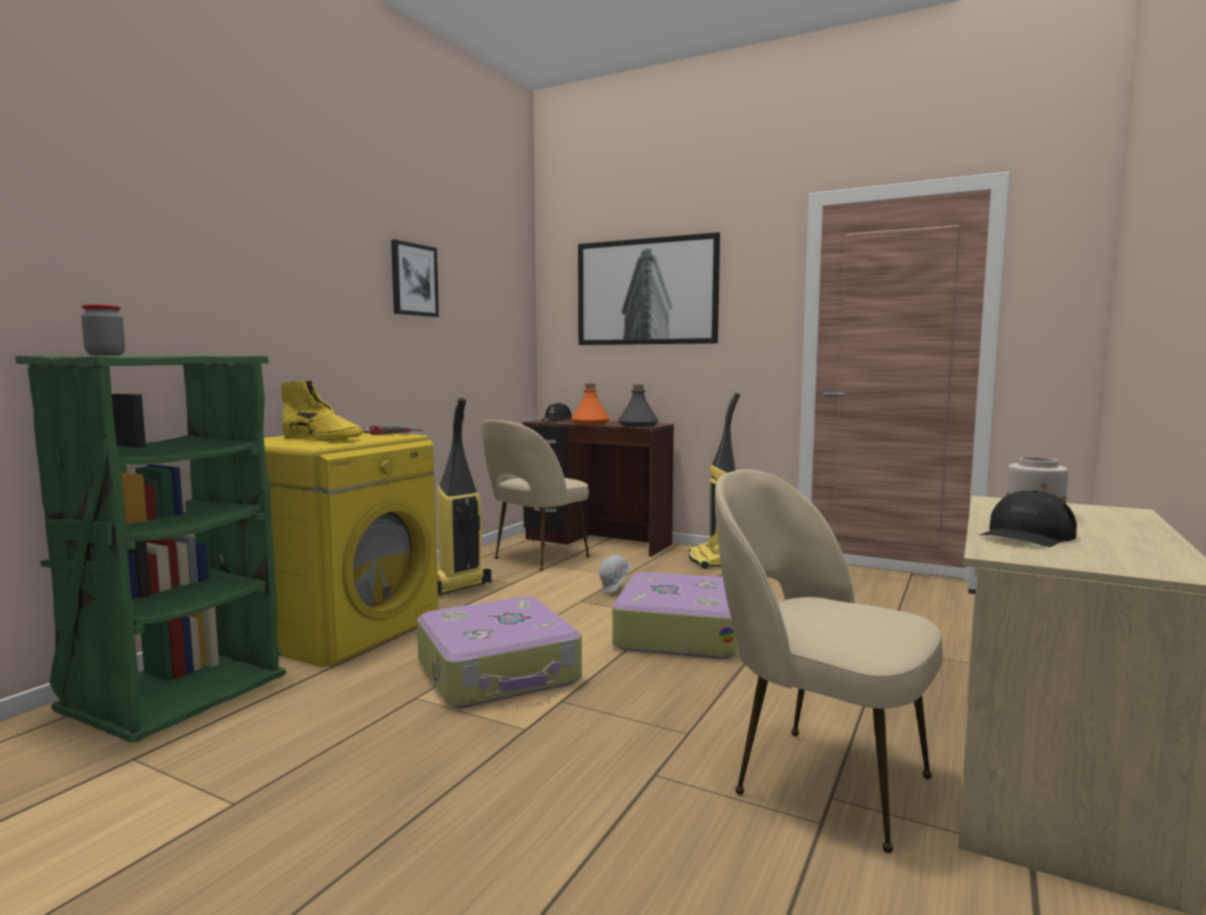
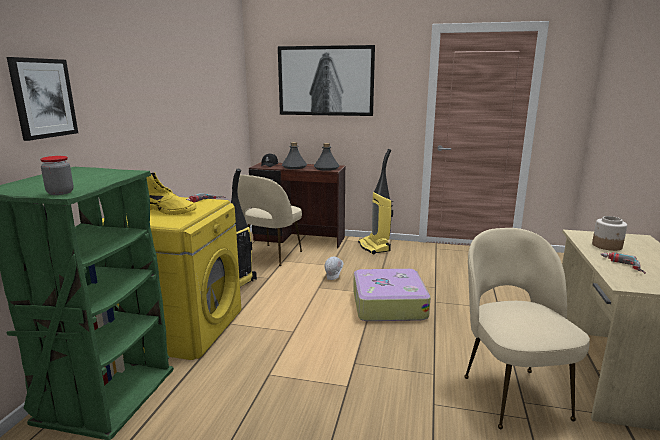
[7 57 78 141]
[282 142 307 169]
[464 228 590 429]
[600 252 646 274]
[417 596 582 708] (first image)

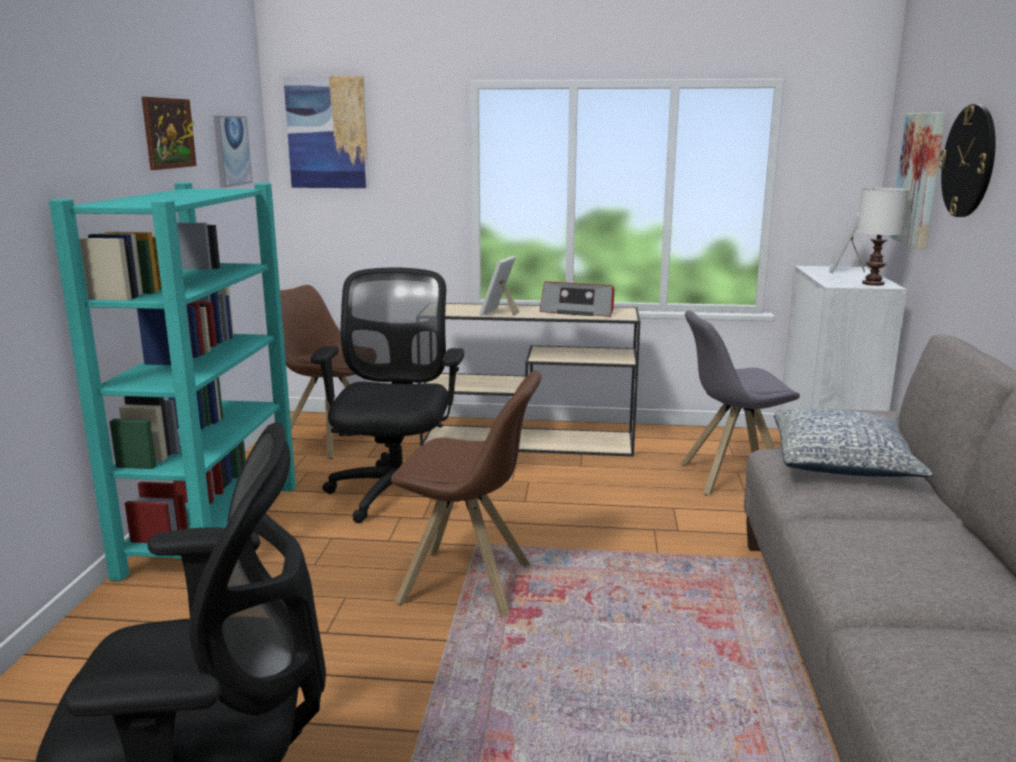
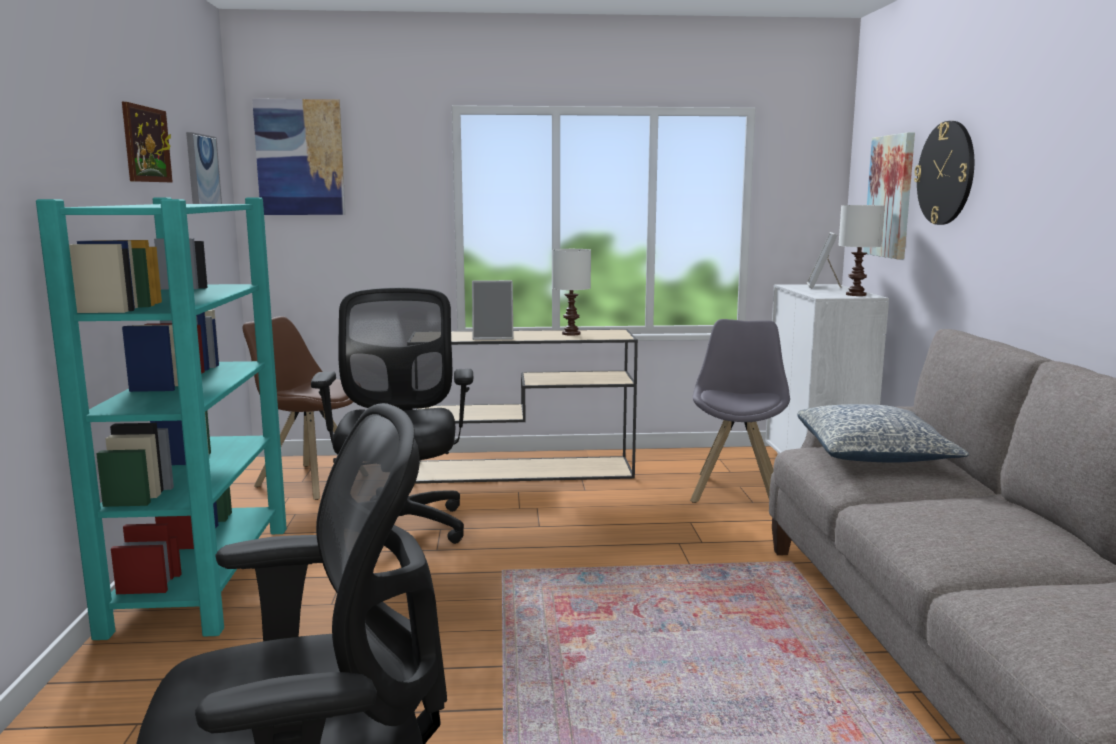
[472 280 514 340]
[552 249 591 336]
[690 319 790 503]
[391 371 542 617] (first image)

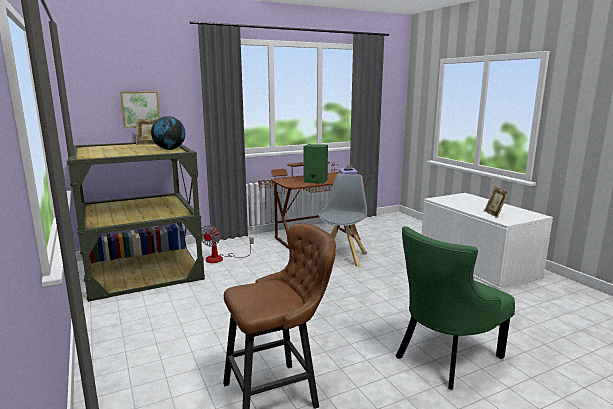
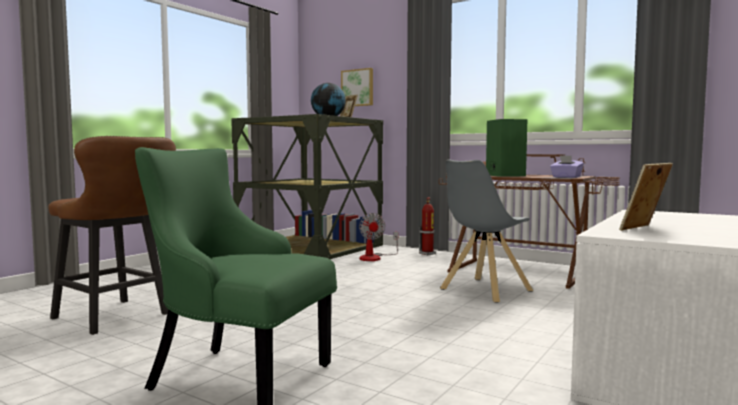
[359 213 398 261]
[419 197 436 255]
[440 159 533 303]

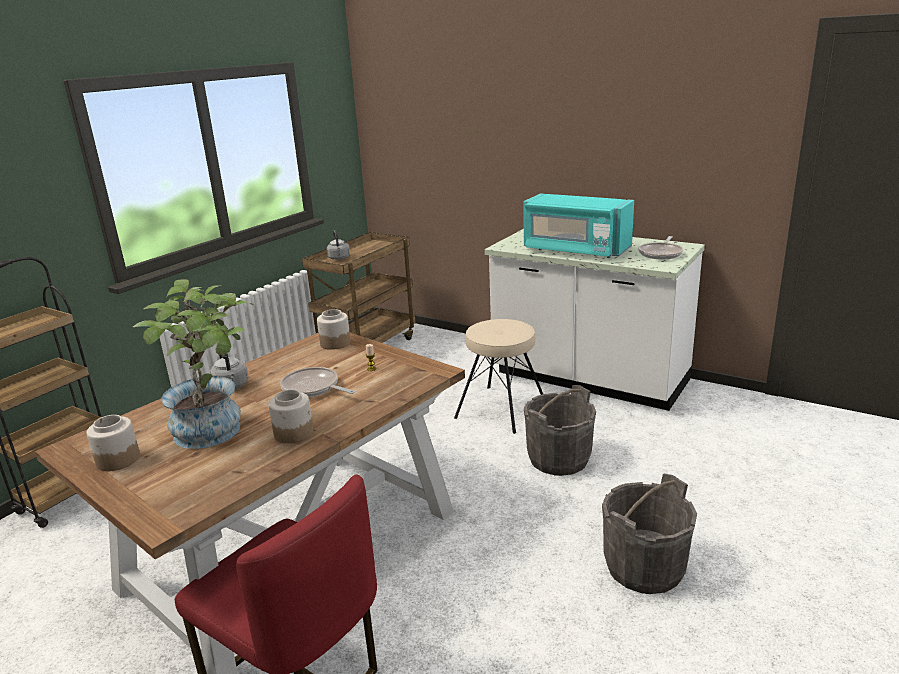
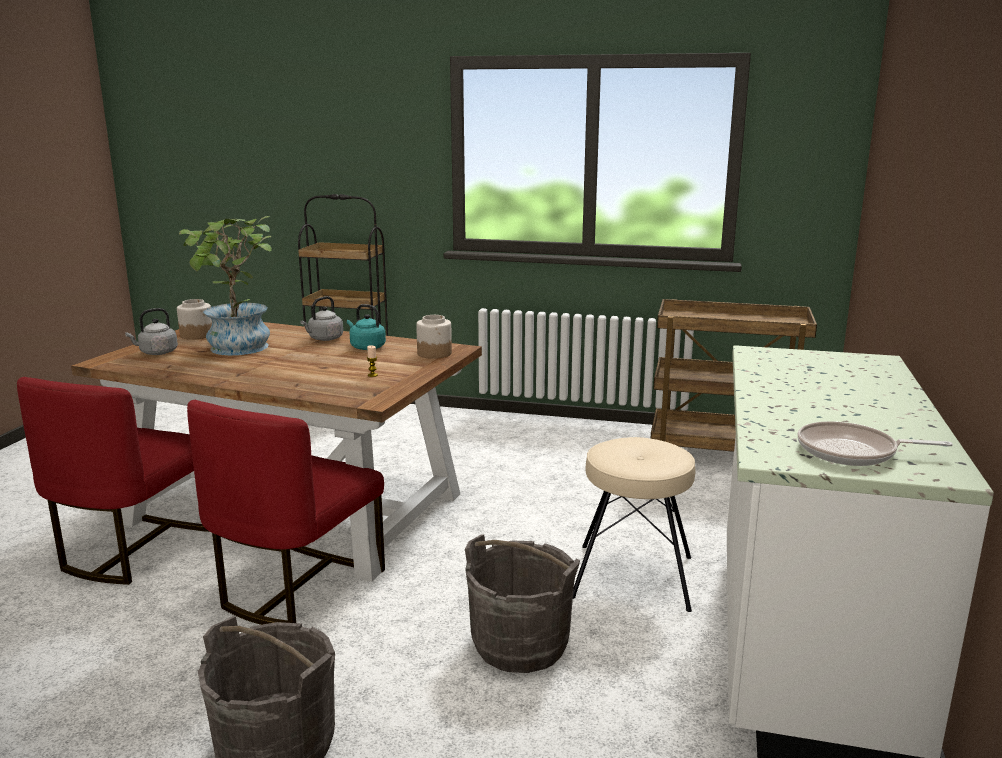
[125 308 178 355]
[187 400 385 625]
[347 304 386 350]
[269 390 313 443] (first image)
[280 367 355 397] (first image)
[523 193 634 258] (first image)

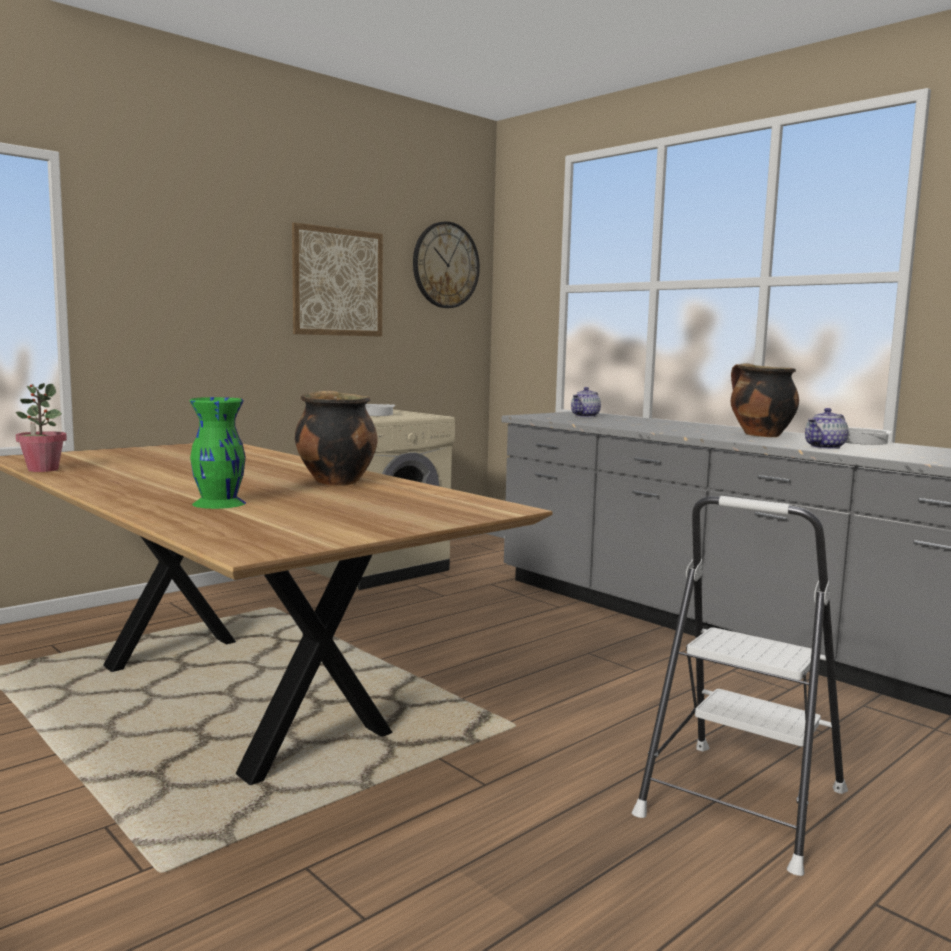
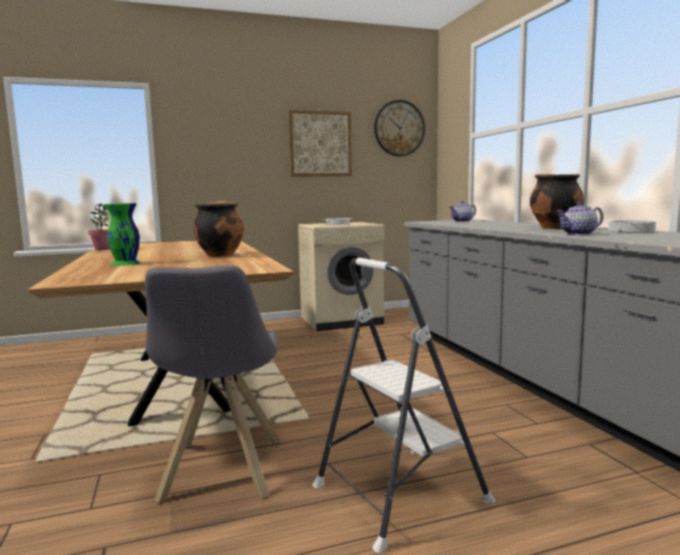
[145 265 281 503]

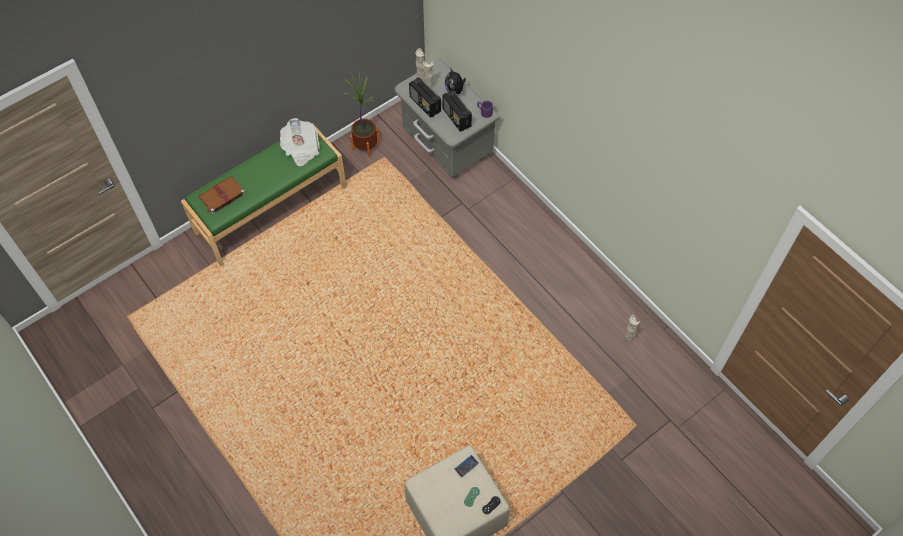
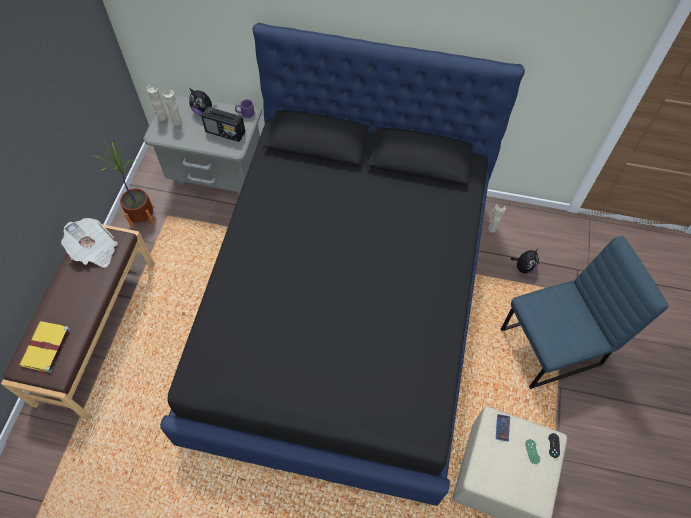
[1 224 155 419]
[19 321 71 376]
[160 23 525 506]
[501 236 668 389]
[510 248 539 274]
[409 77 441 118] (first image)

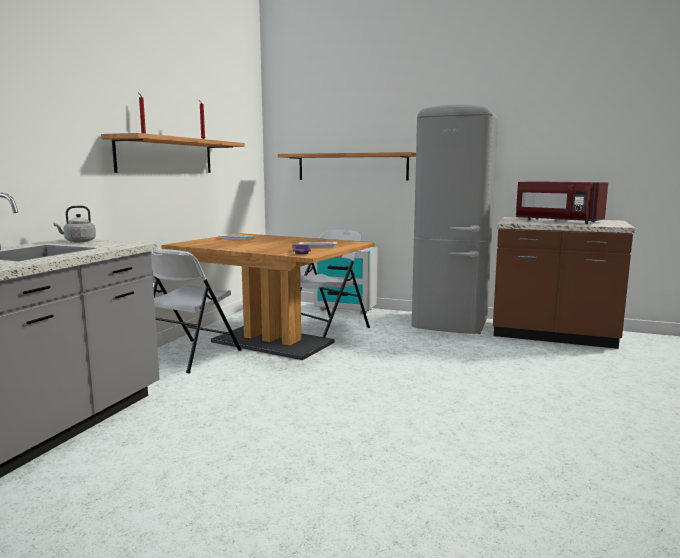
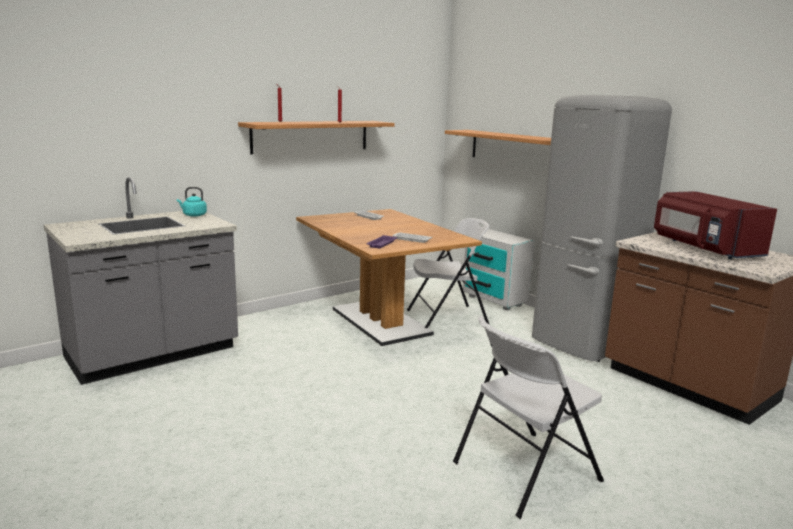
[177 187 207 217]
[453 316 604 519]

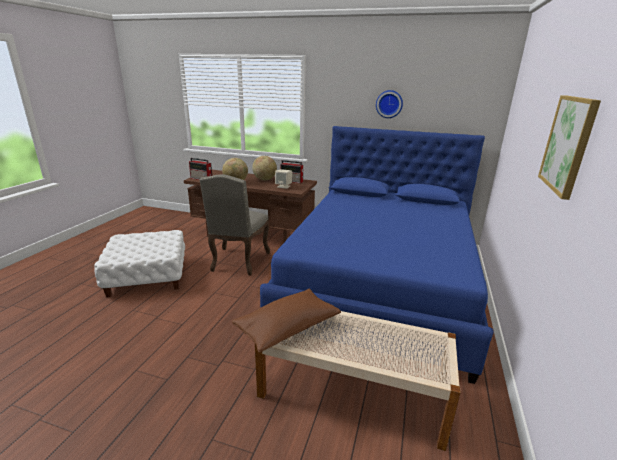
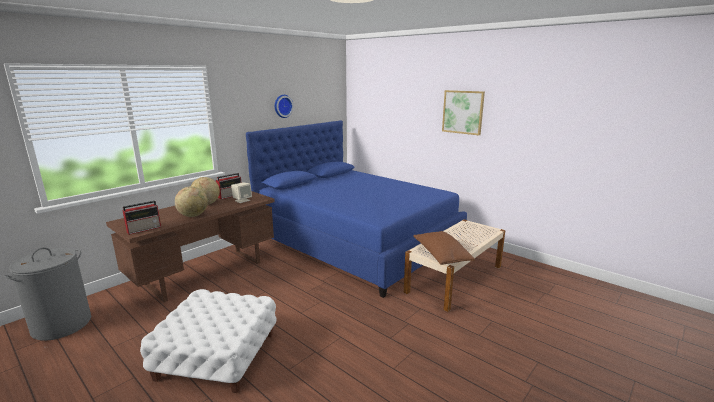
[3 247 91 341]
[200 174 270 276] (first image)

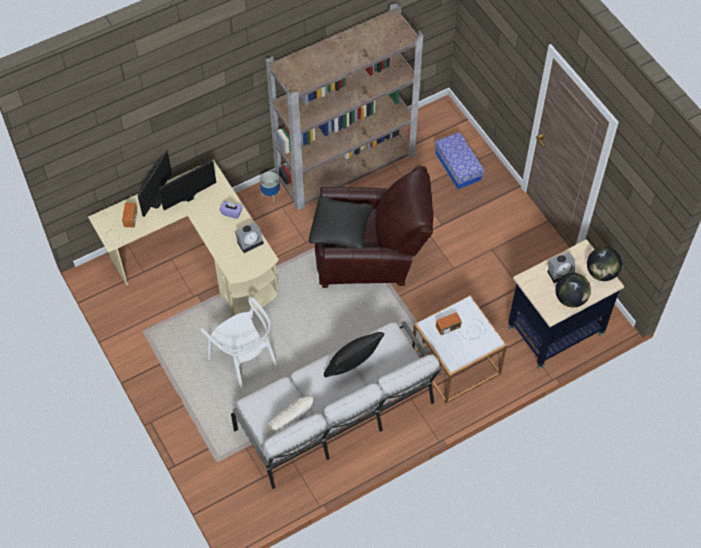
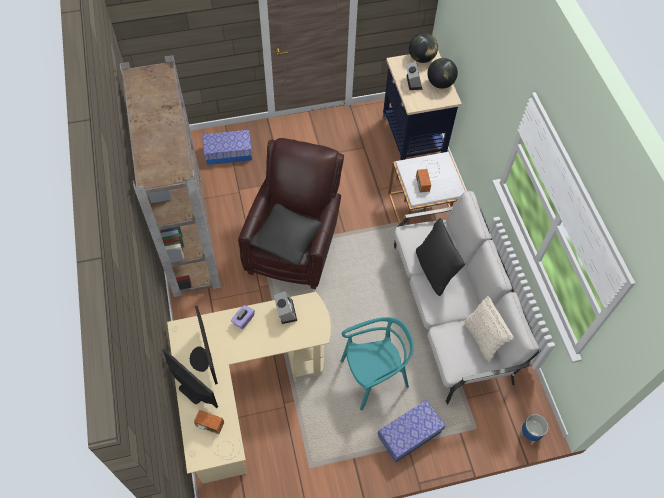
[340 317 414 410]
[378 400 446 463]
[519 414 548 445]

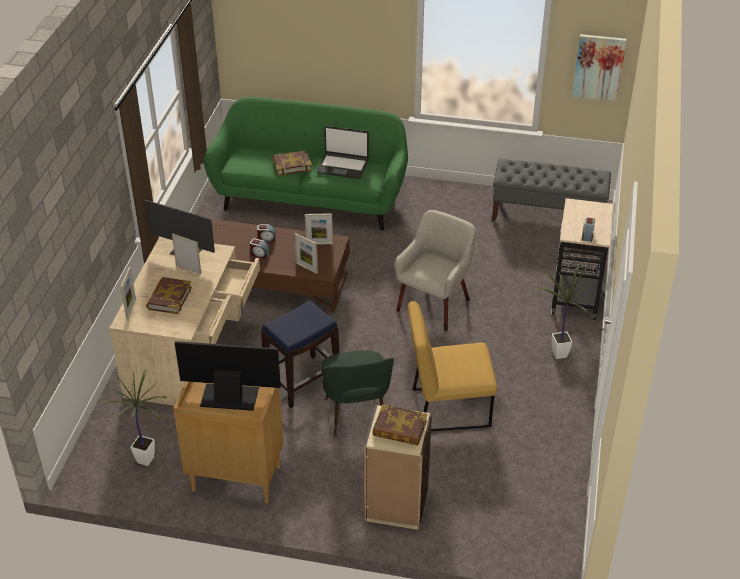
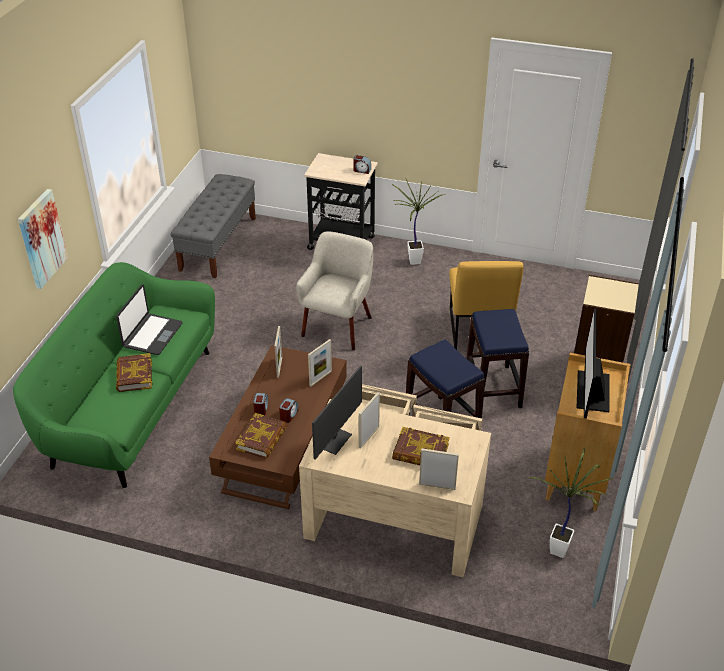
[18 189 68 289]
[235 413 287 458]
[296 231 373 350]
[466 309 529 408]

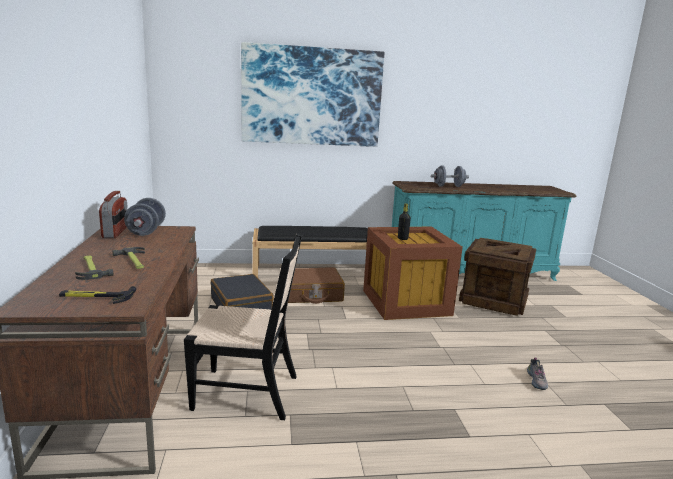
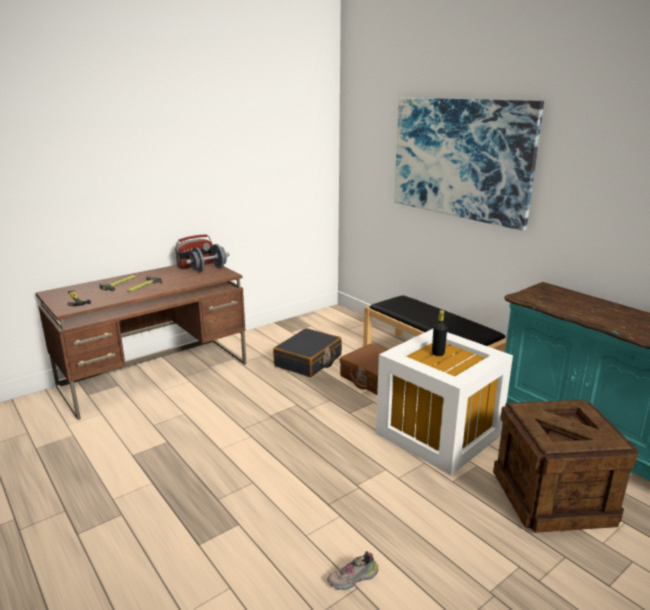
[376 329 513 475]
[184 234 302 420] (first image)
[431 165 469 187] (first image)

